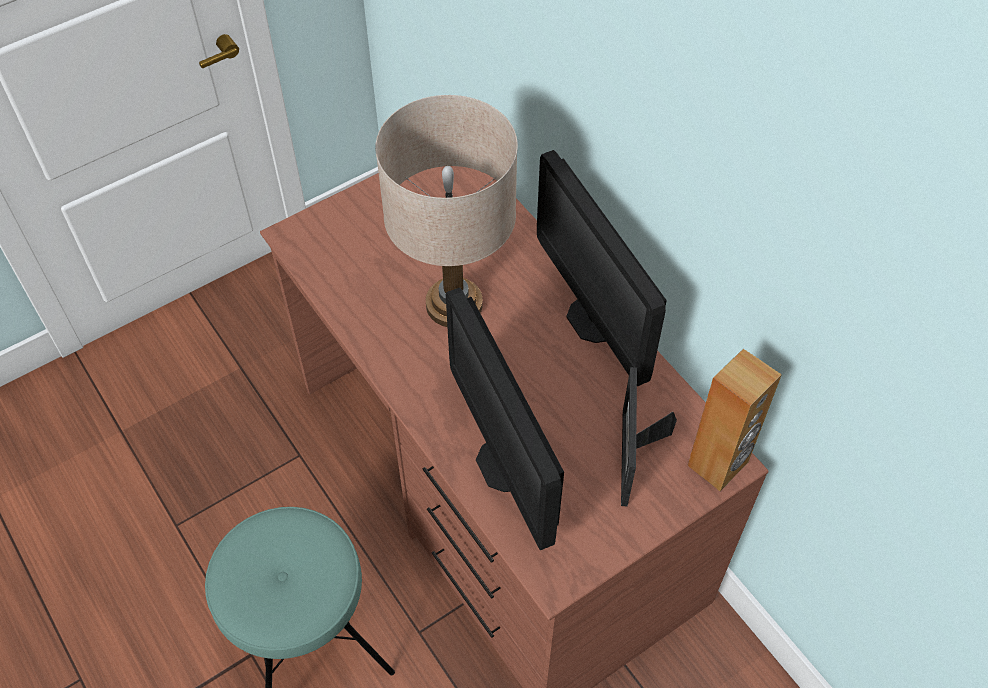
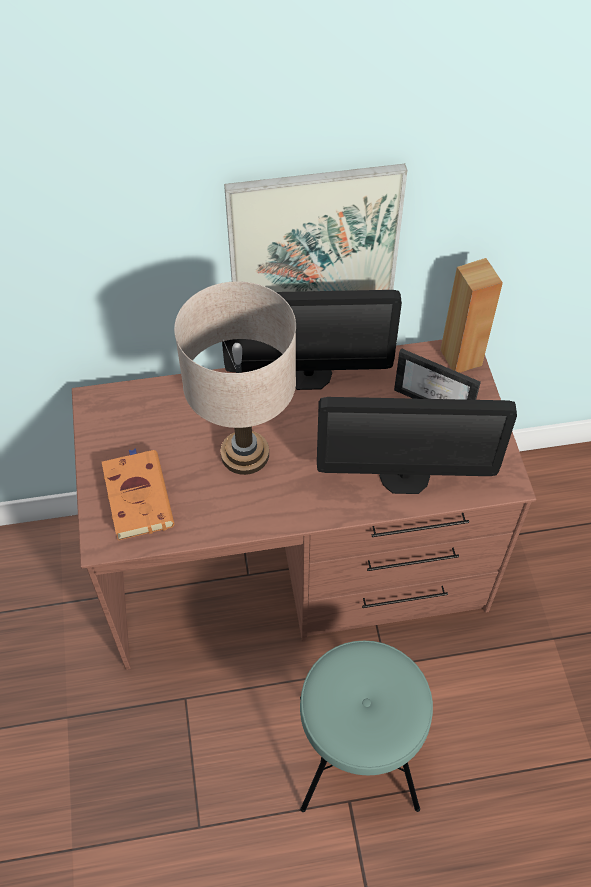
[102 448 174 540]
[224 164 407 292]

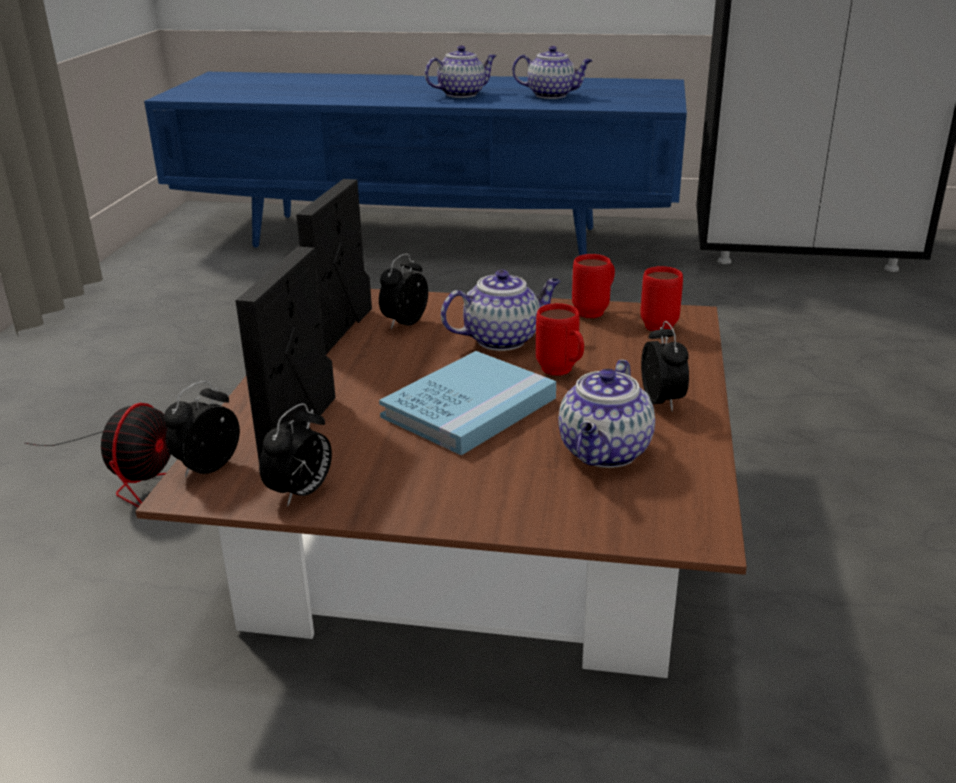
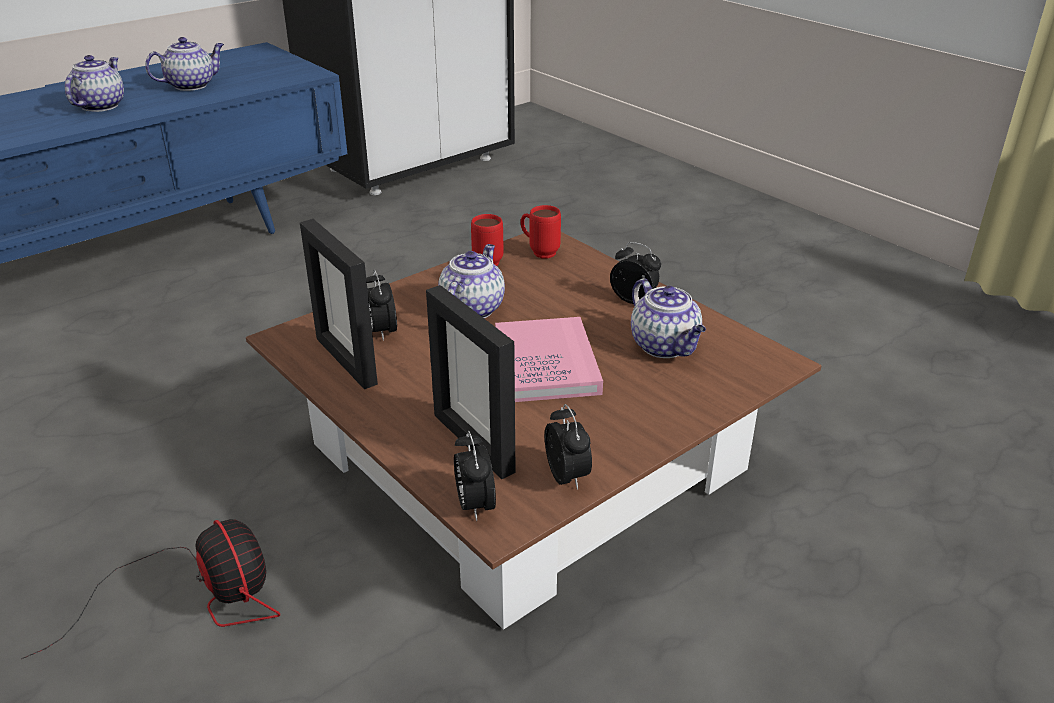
[495 317 603 402]
[536 303 584 376] (first image)

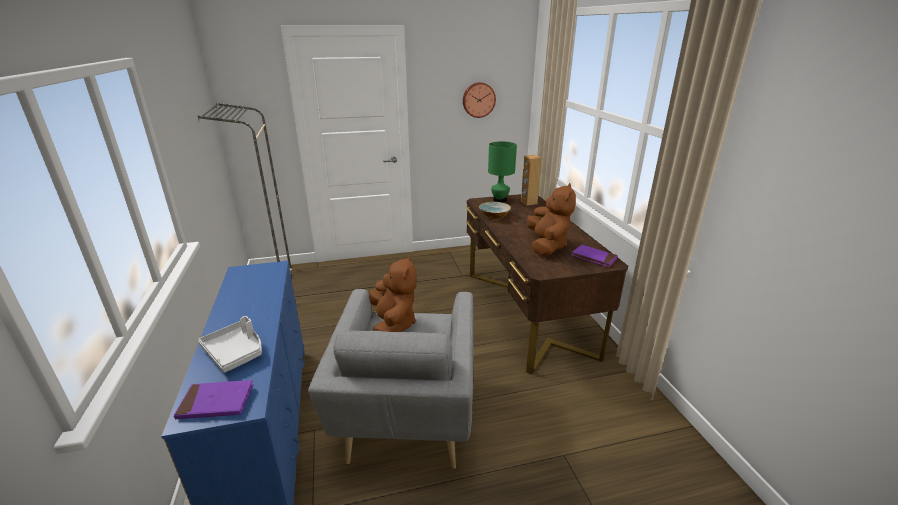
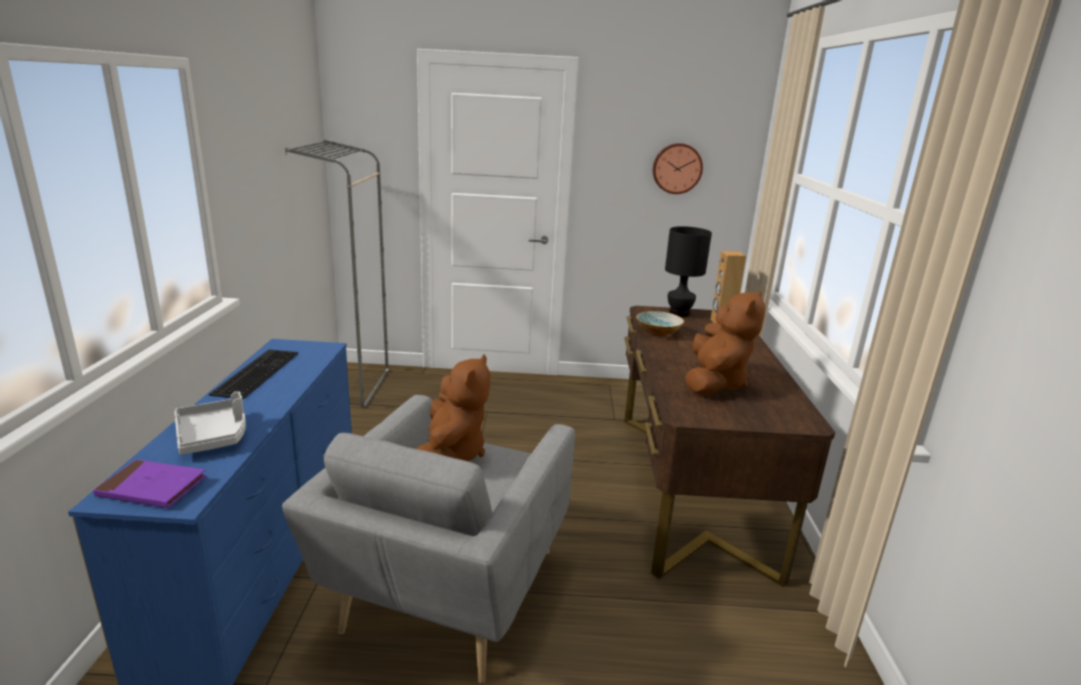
[209 350 298 399]
[665 226 712 317]
[572 245 618 267] (first image)

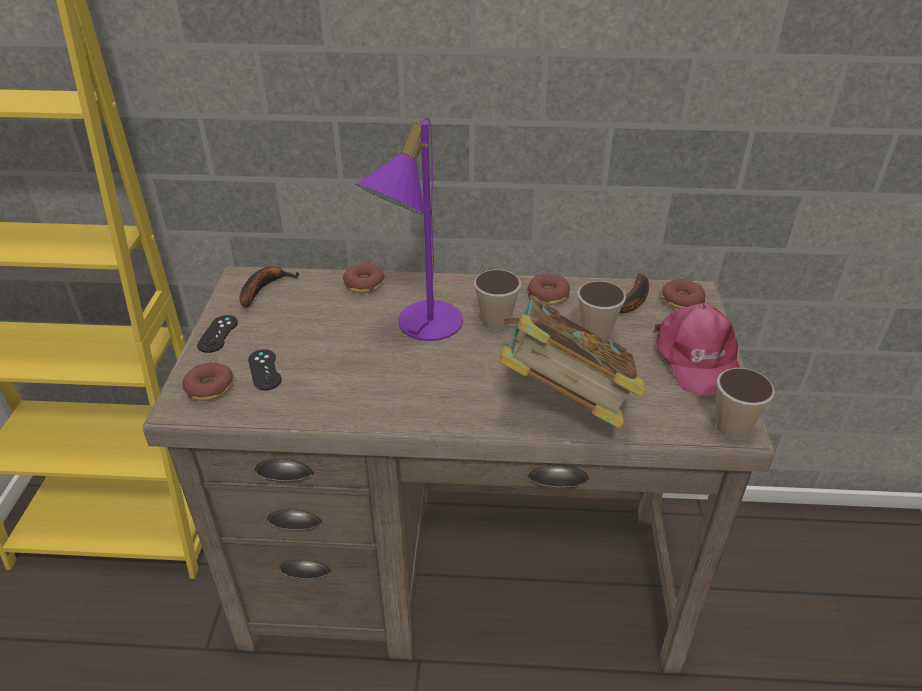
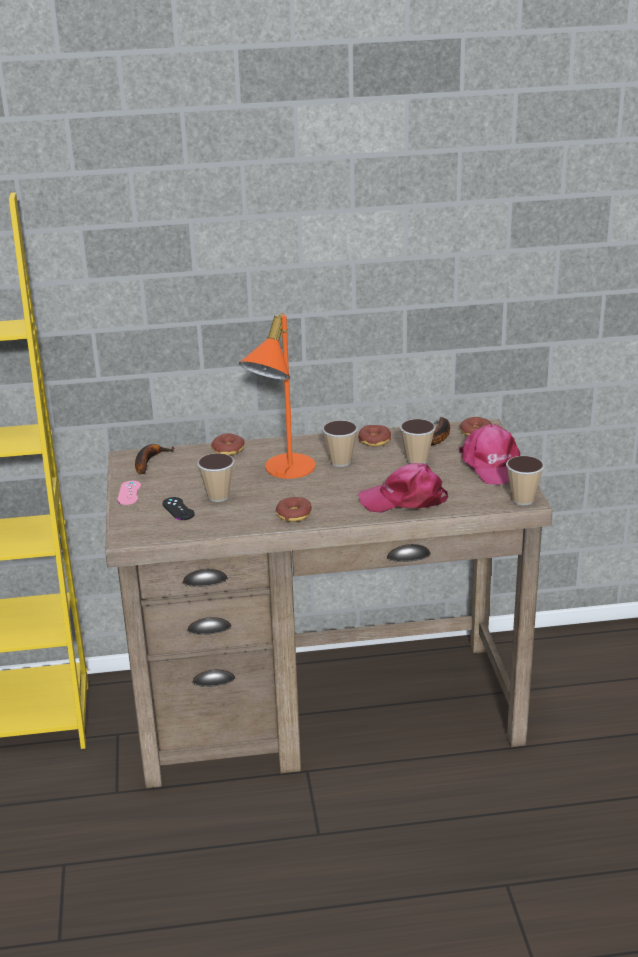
[117 481 141 505]
[197 453 234 502]
[239 313 315 479]
[276 497 312 522]
[358 463 448 513]

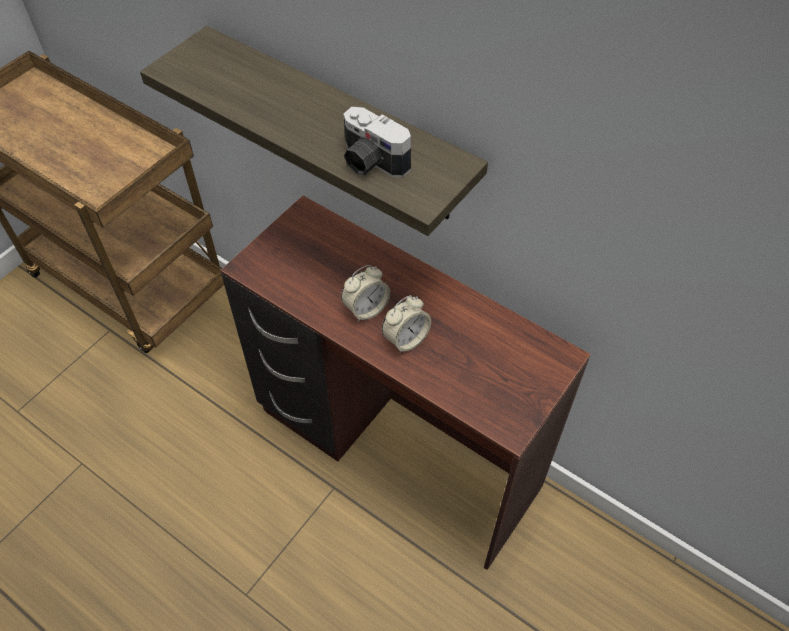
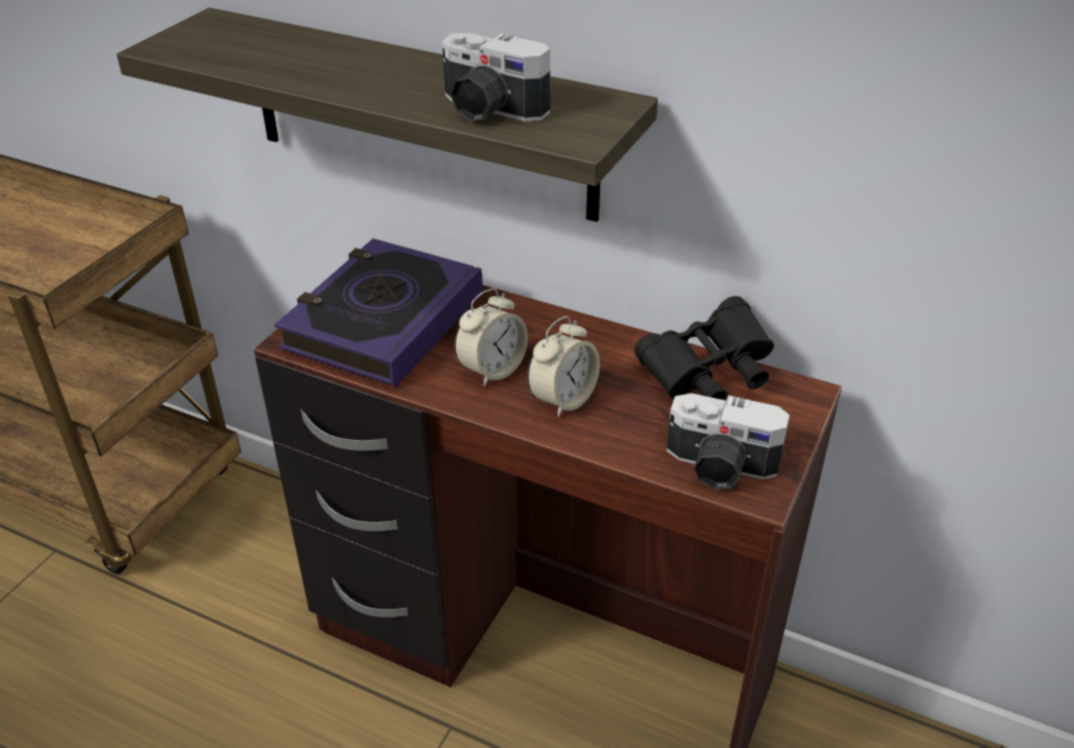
[275 239 483 387]
[634 296 774 400]
[667 393 790 489]

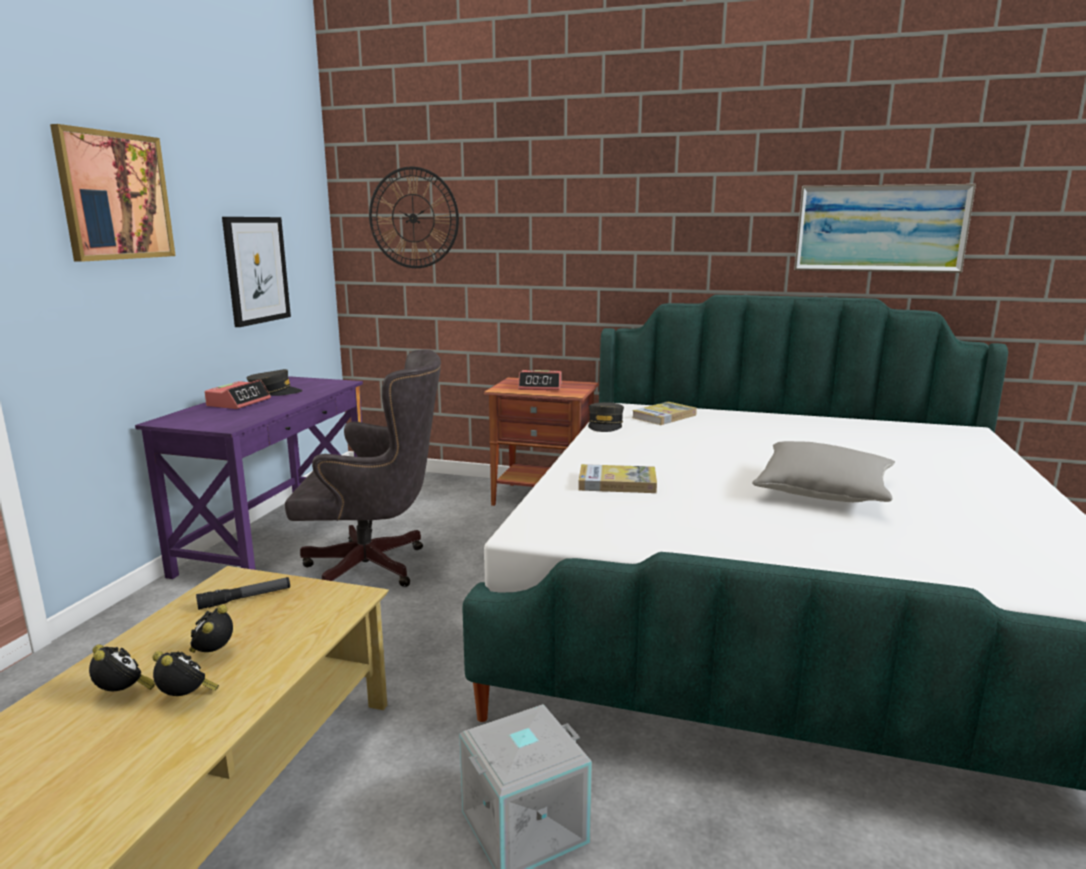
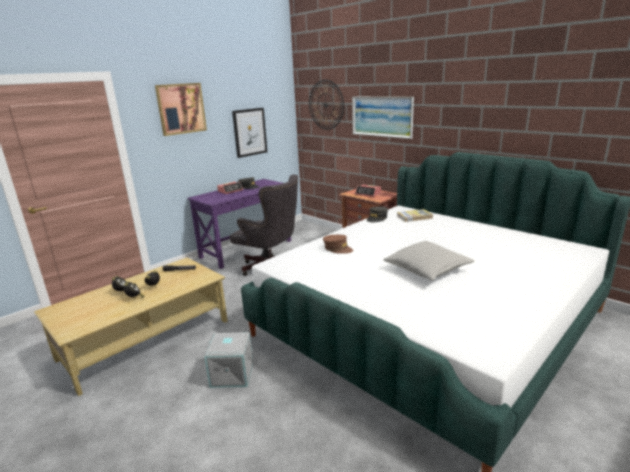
[323 235 353 254]
[352 97 414 139]

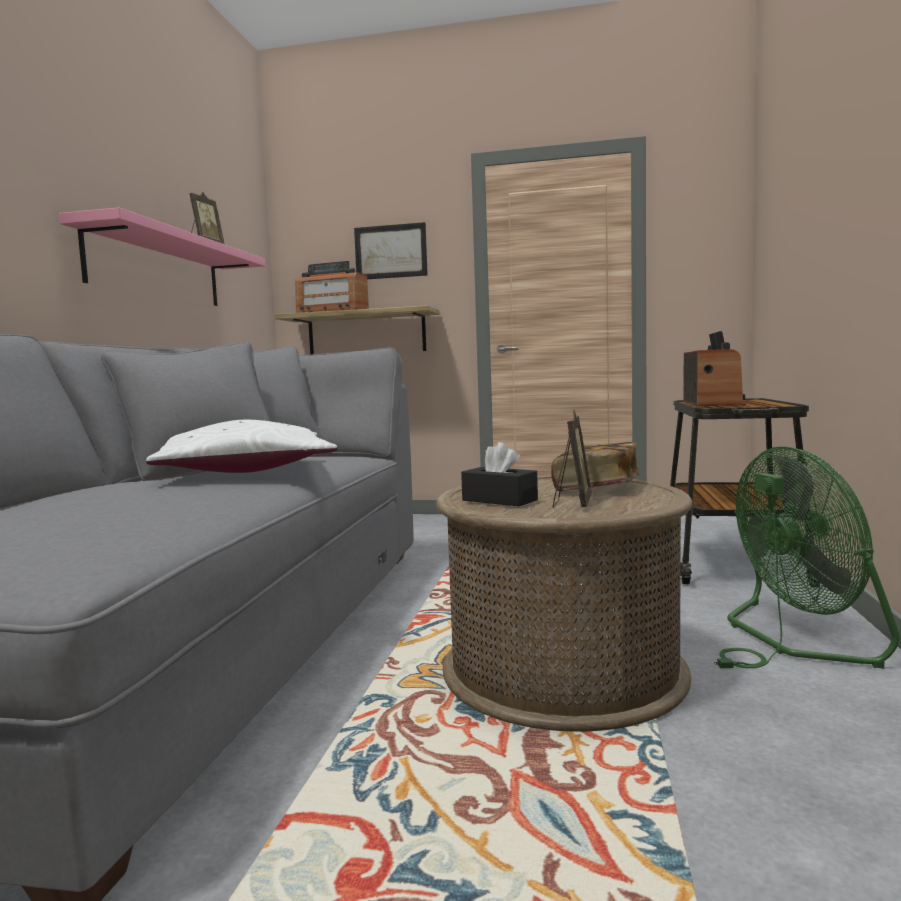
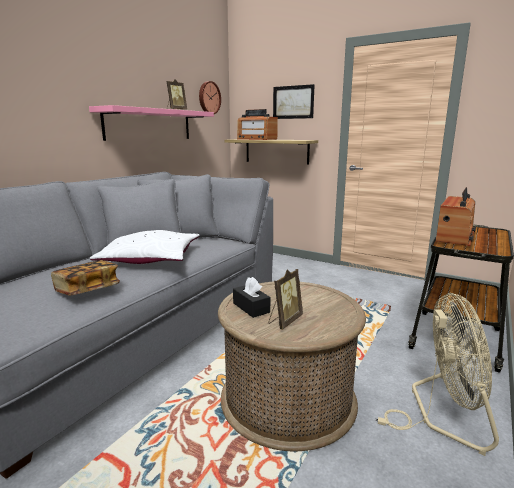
[51 260 120 296]
[199 81 221 114]
[375 293 499 456]

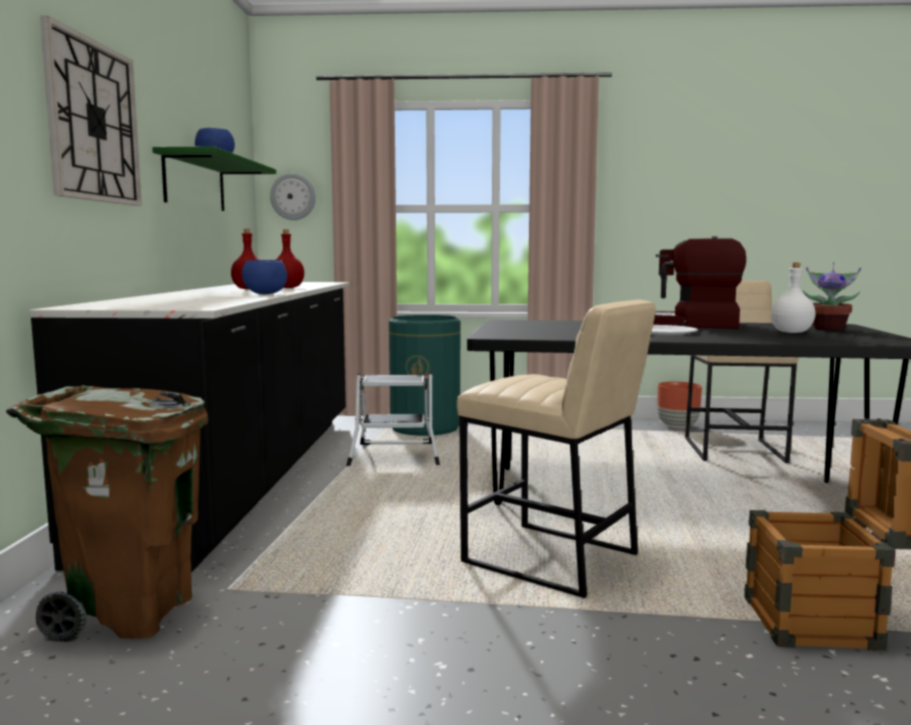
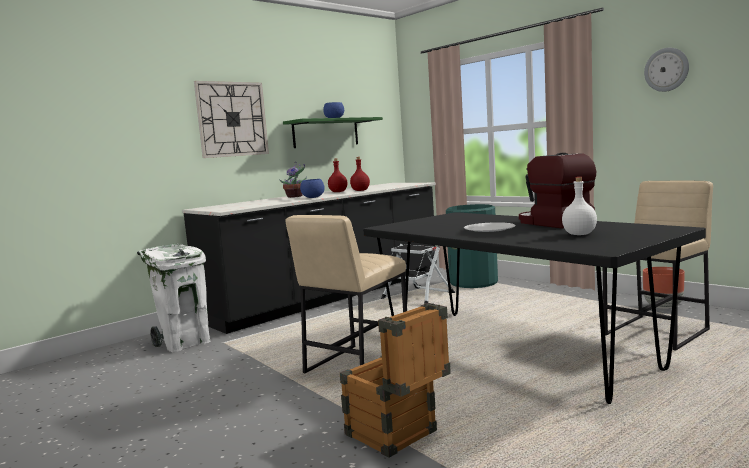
[137 244 211 352]
[279 162 307 198]
[285 215 407 373]
[644 48 689 92]

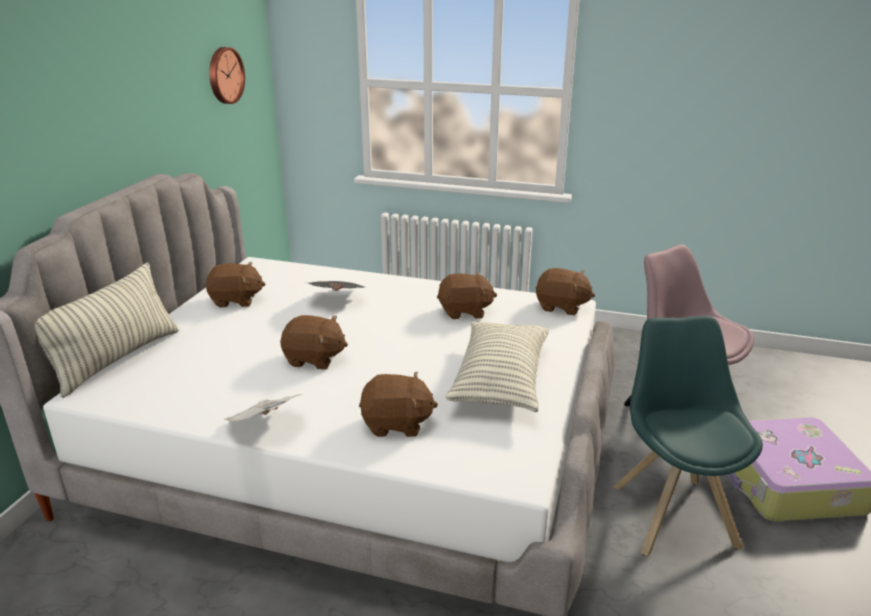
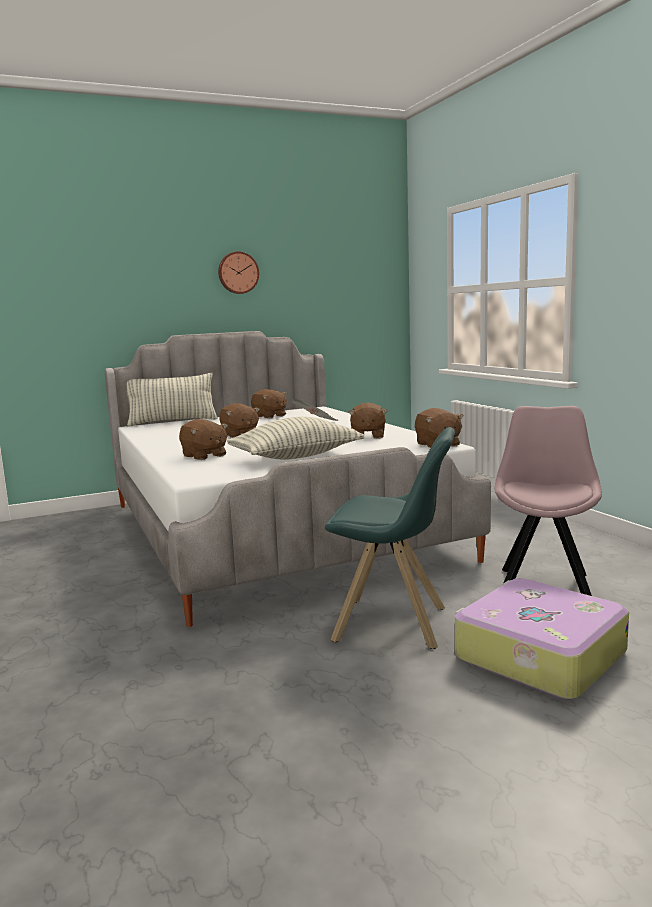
[218 251 259 294]
[325 427 455 649]
[348 402 387 439]
[225 394 303 421] (first image)

